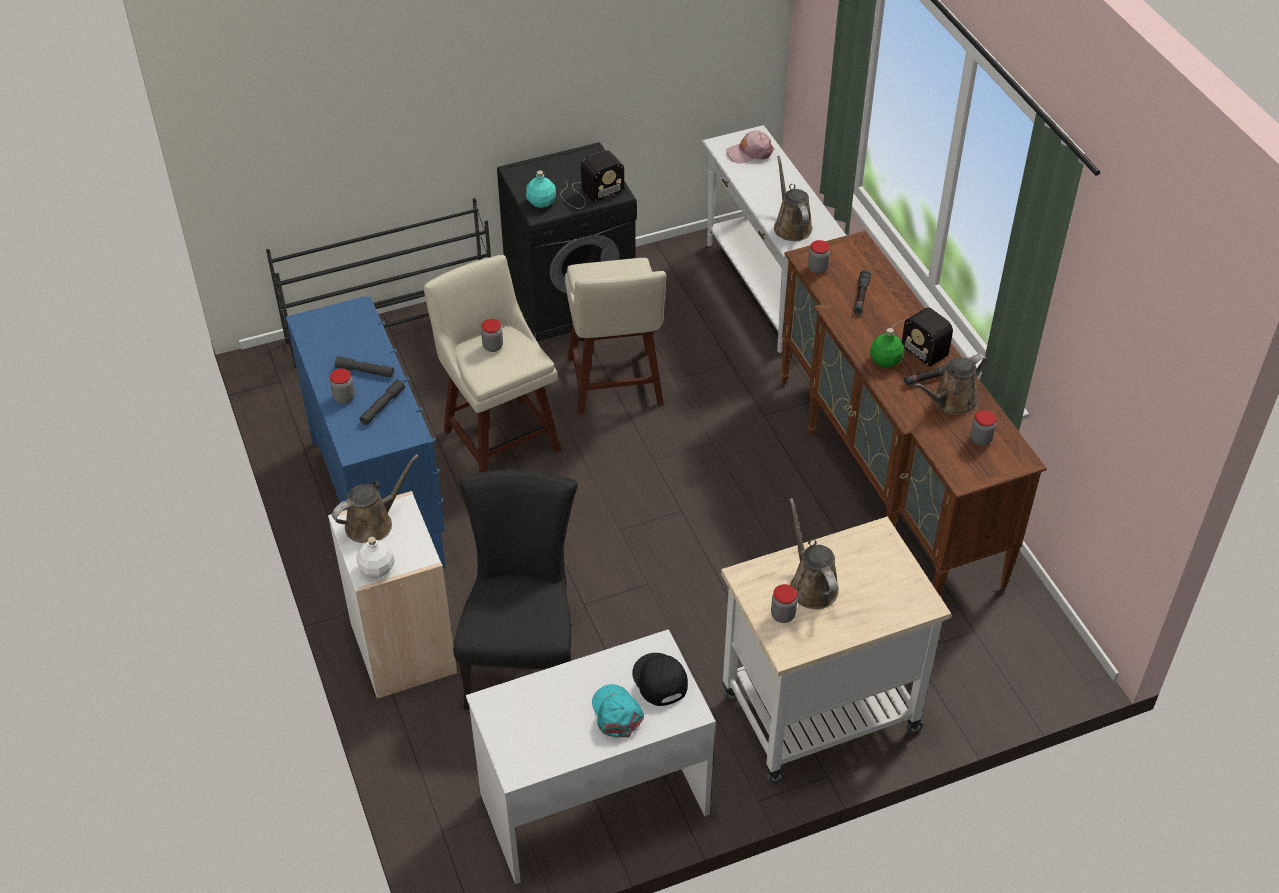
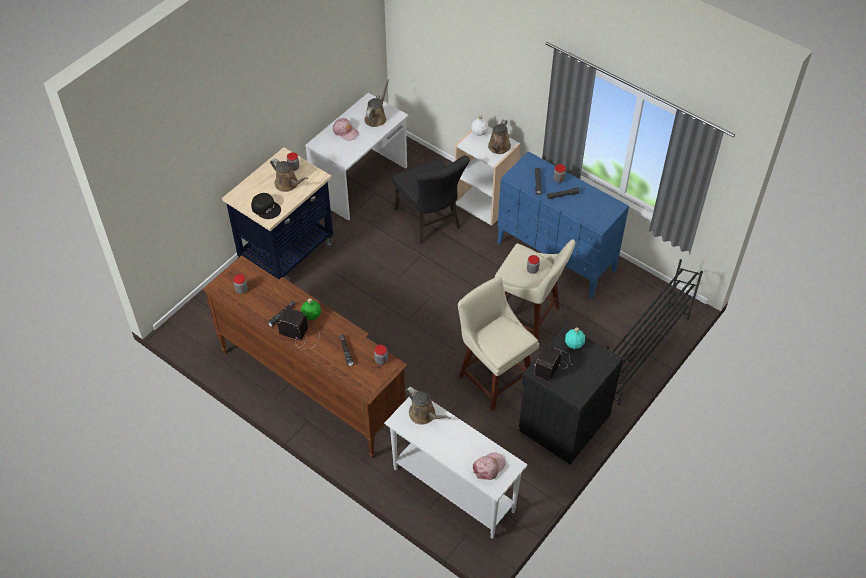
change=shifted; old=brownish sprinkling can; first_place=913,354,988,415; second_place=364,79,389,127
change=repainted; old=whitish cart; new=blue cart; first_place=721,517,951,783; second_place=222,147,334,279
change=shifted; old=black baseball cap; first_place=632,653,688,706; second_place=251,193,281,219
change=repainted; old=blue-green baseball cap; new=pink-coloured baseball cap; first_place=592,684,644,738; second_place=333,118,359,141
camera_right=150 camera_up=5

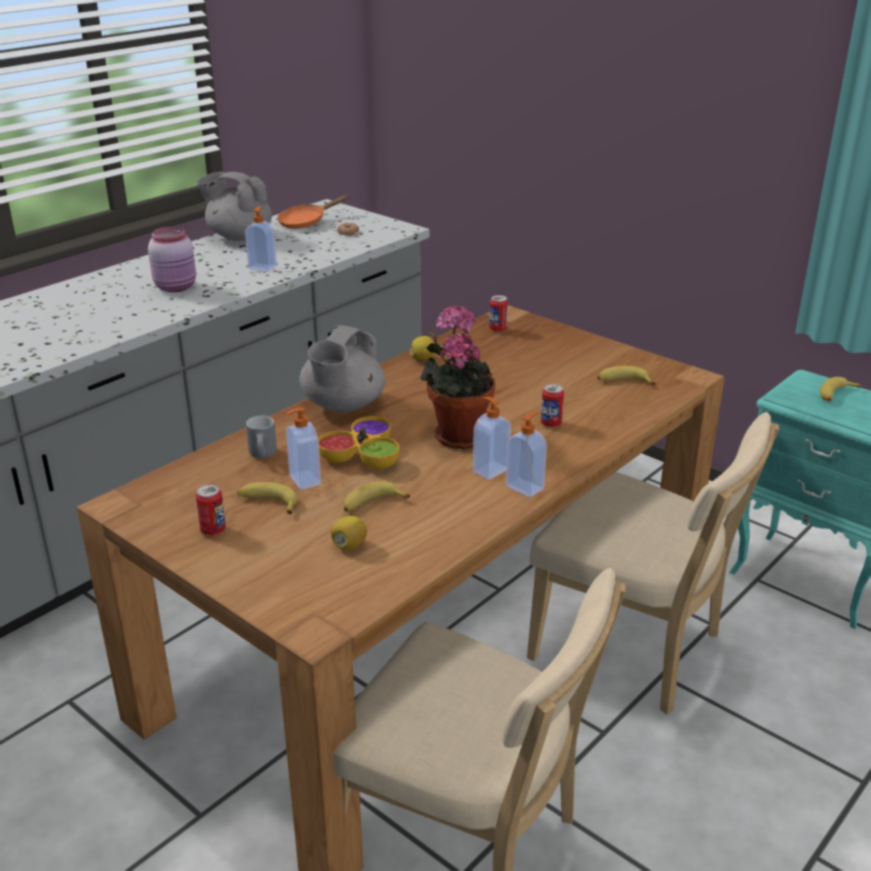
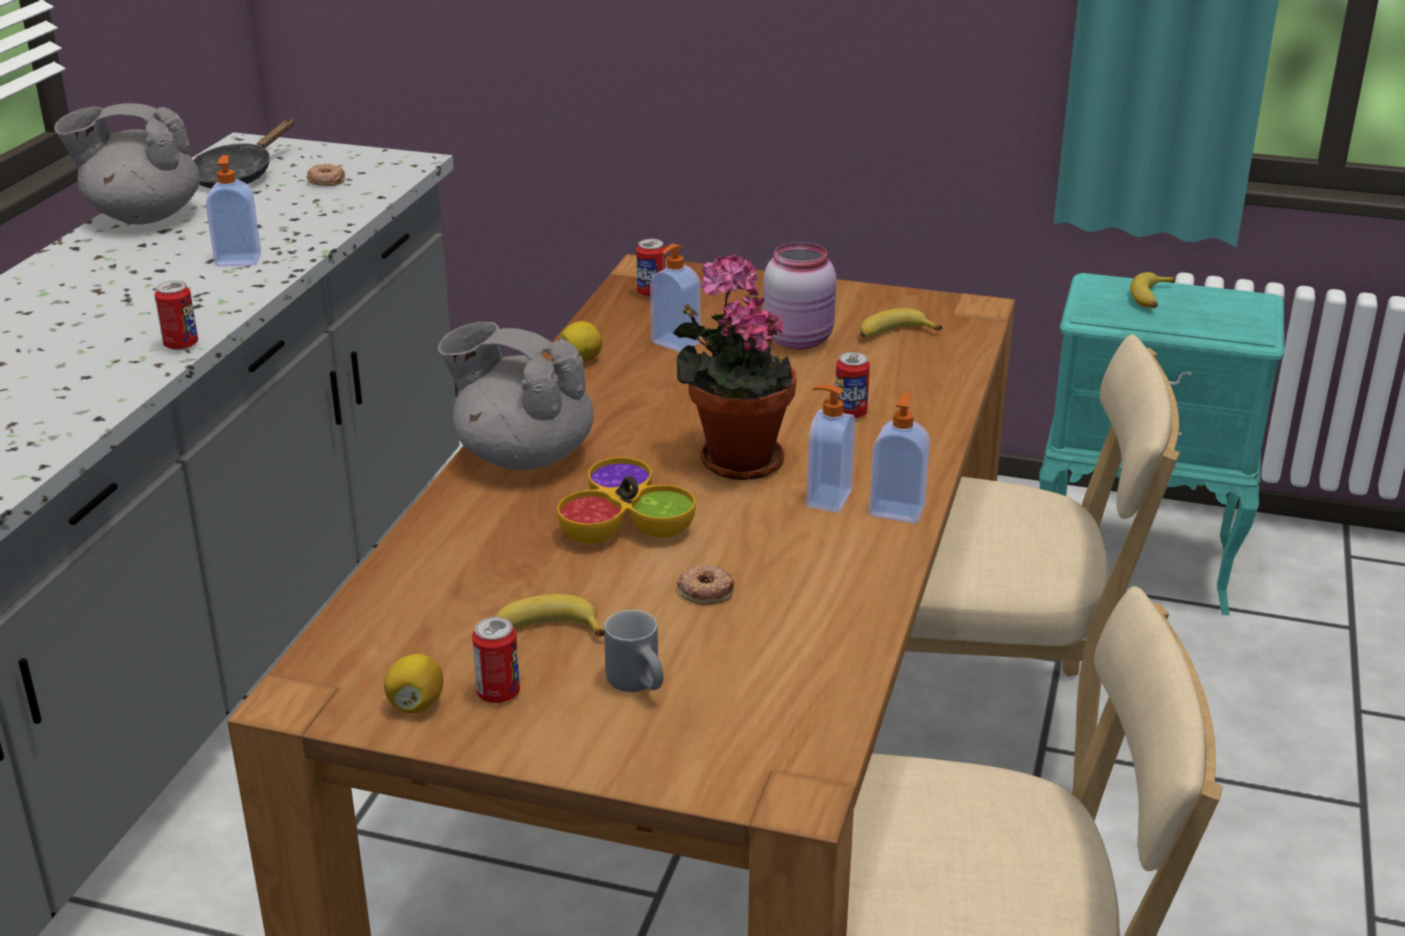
change=repainted; old=orange-coloured skillet; new=black skillet; first_place=277,195,350,229; second_place=193,119,295,189
change=shifted; old=pink-coloured storage jar; first_place=148,227,196,292; second_place=763,242,836,350
change=rotated; old=gray pot for tea; first_place=299,325,385,412; second_place=438,322,593,470; degrees=120
change=shifted; old=liquid soap bottle; first_place=286,407,321,490; second_place=650,244,701,352
change=shifted; old=gray mug; first_place=246,416,277,458; second_place=604,610,663,692
change=swapped; old=banana; new=donut; first_place=343,481,410,512; second_place=677,565,735,605
change=shifted; old=whole lemon; first_place=331,516,367,550; second_place=384,654,444,713
change=new; new=can; second_place=154,280,198,350
camera_right=-25 camera_up=0

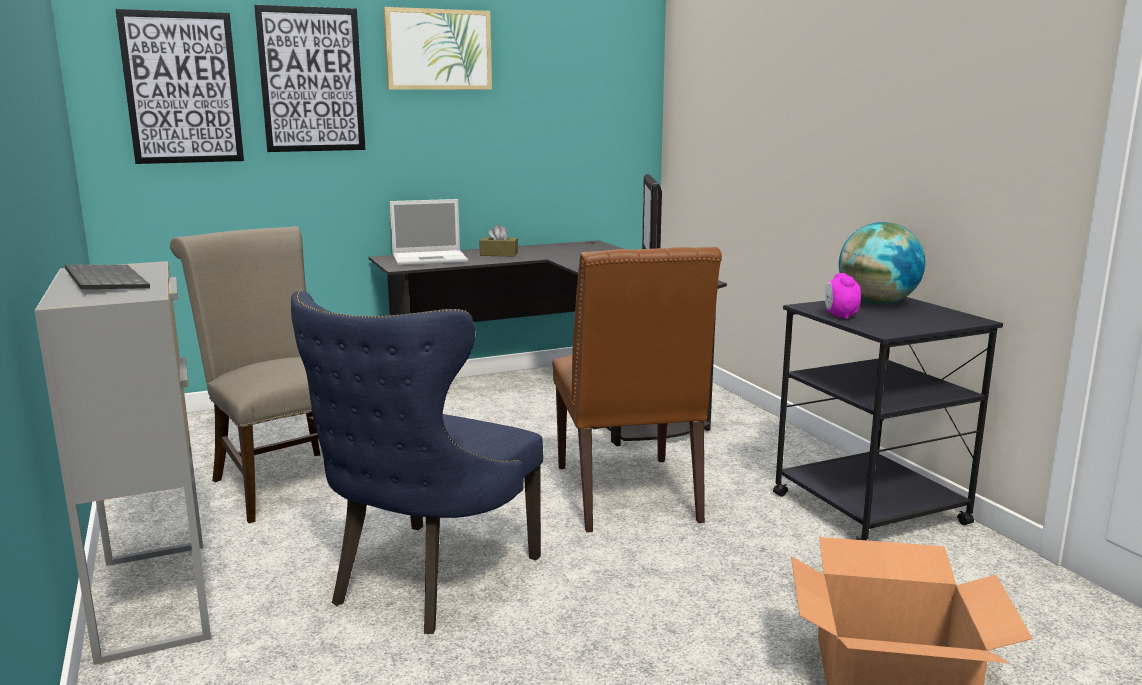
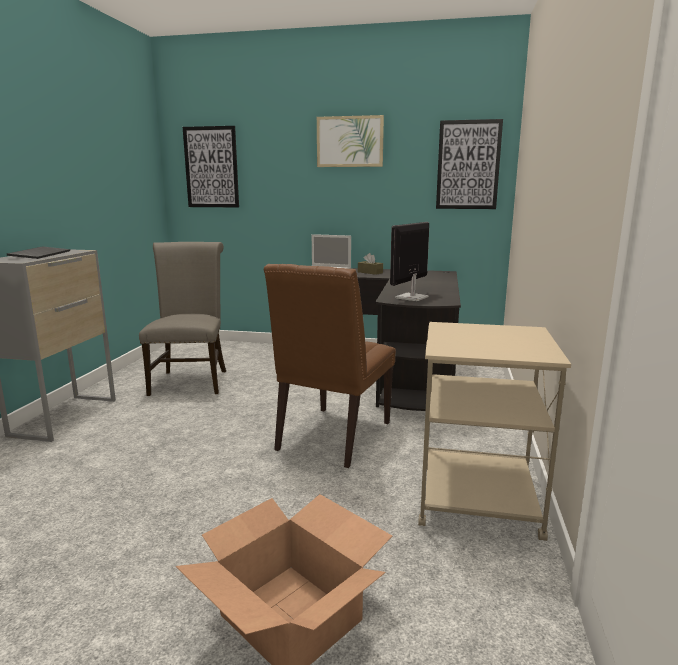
change=shifted; old=picture; first_place=254,5,366,152; second_place=436,119,503,209
change=gone; old=desk globe; first_place=839,222,926,304
change=gone; old=table clock; first_place=825,273,861,319
change=gone; old=blue upright chair; first_place=291,291,543,634
change=repainted; old=black cart; new=sand-coloured cart; first_place=773,297,1003,541; second_place=418,322,571,541
camera_right=35 camera_up=0

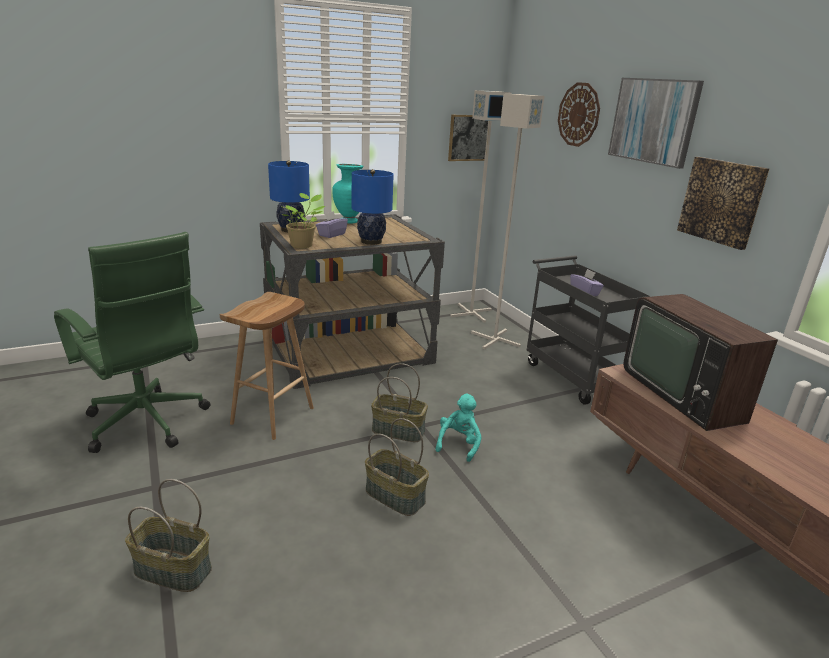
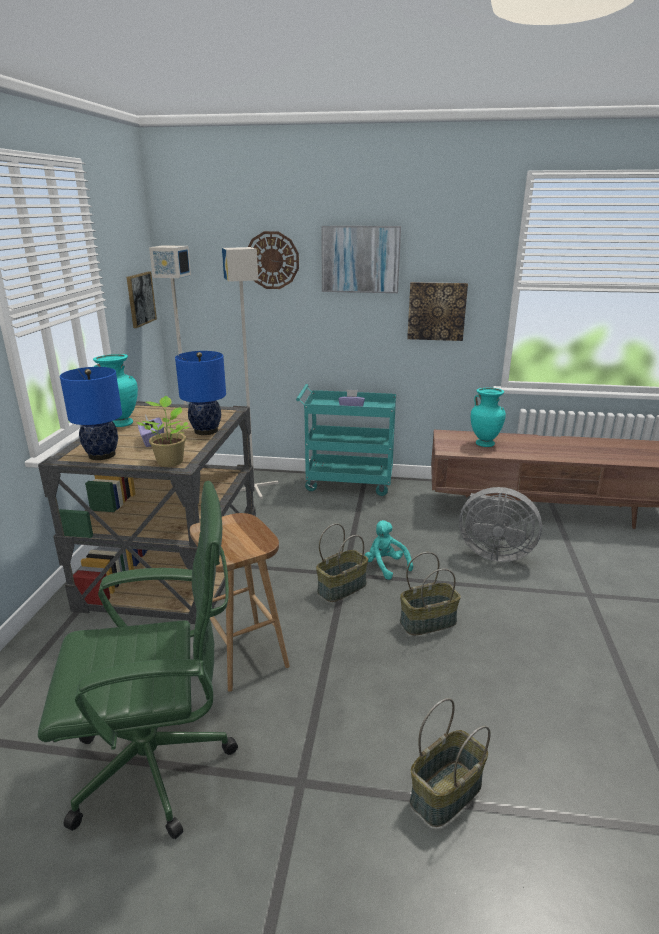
change=repainted; old=gray cart; new=blue-green cart; first_place=527,255,650,405; second_place=296,384,396,496
change=swapped; old=television; new=blue-green vase; first_place=623,294,778,431; second_place=471,388,506,447
change=new; new=gray electric fan; second_place=459,487,542,562
camera_right=-55 camera_up=0

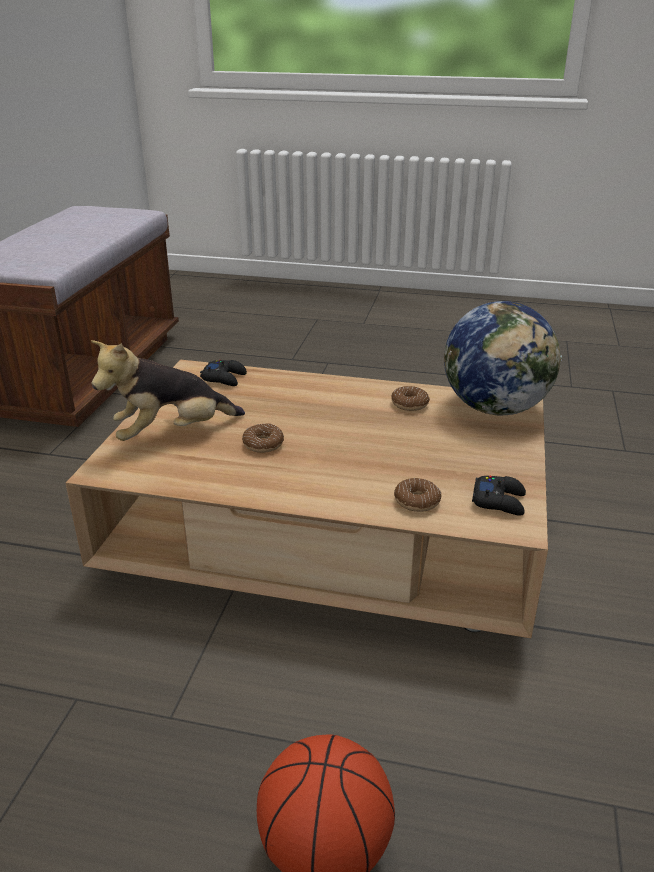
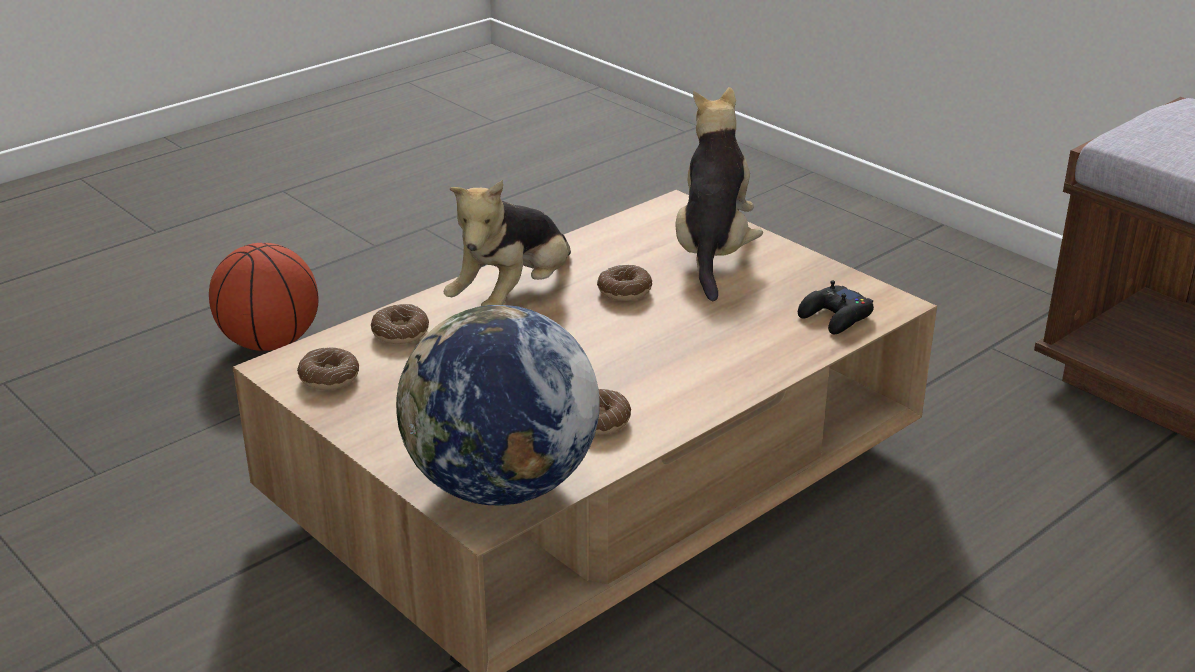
change=swapped; old=black game controller; new=donut; first_place=472,476,526,516; second_place=297,347,359,390
change=new; new=soft toy; second_place=444,180,571,306
camera_right=125 camera_up=0

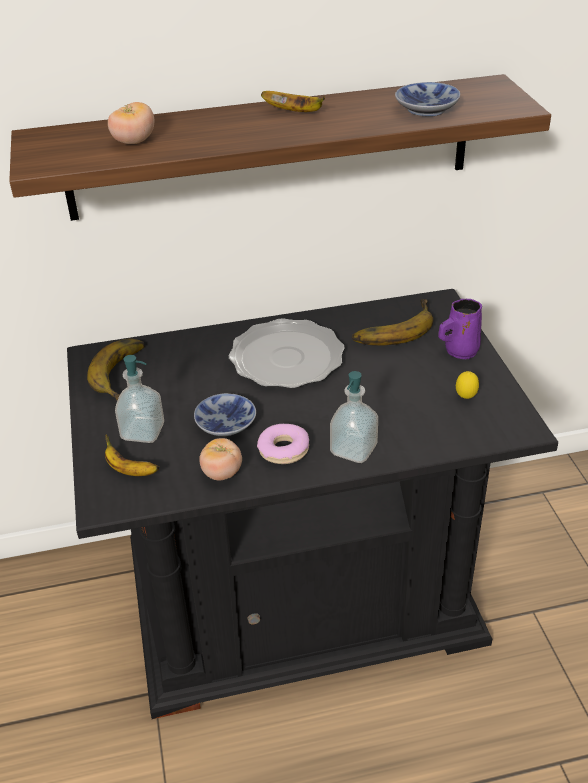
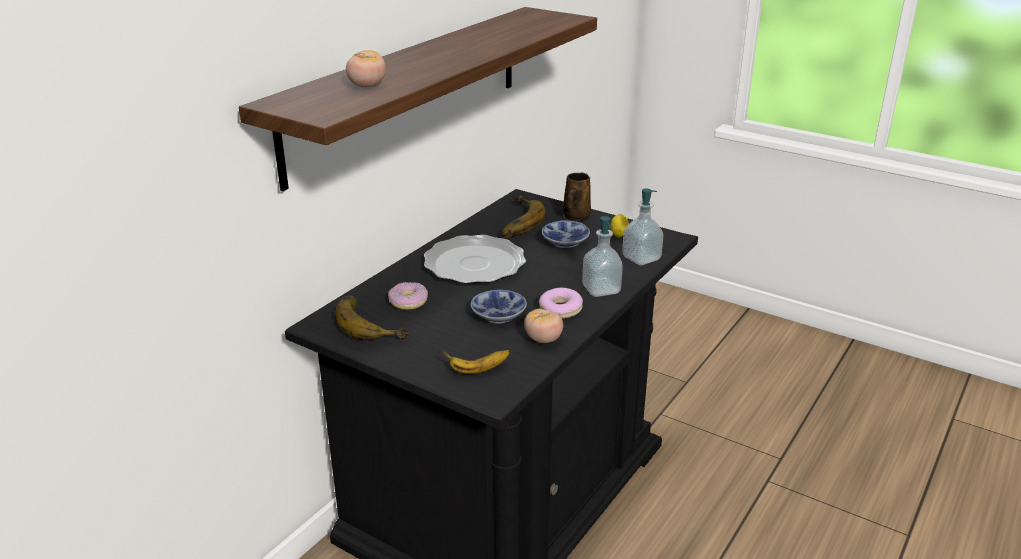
change=shifted; old=bowl; first_place=395,82,460,117; second_place=542,220,590,248
change=gone; old=banana; first_place=261,91,325,112
change=repainted; old=purple mug; new=brownish mug; first_place=438,299,482,359; second_place=563,173,591,221
change=shifted; old=liquid soap bottle; first_place=115,355,164,443; second_place=622,189,663,265
change=new; new=donut; second_place=388,282,428,310
camera_right=-45 camera_up=-10

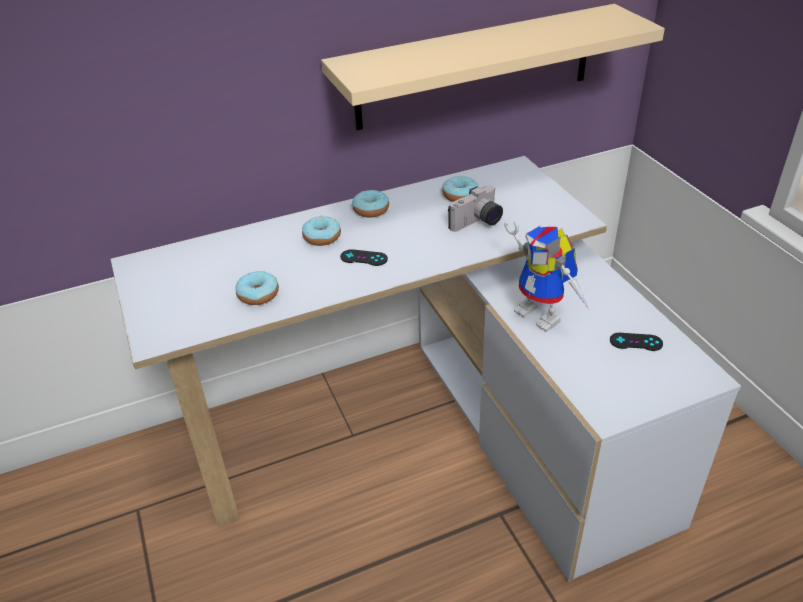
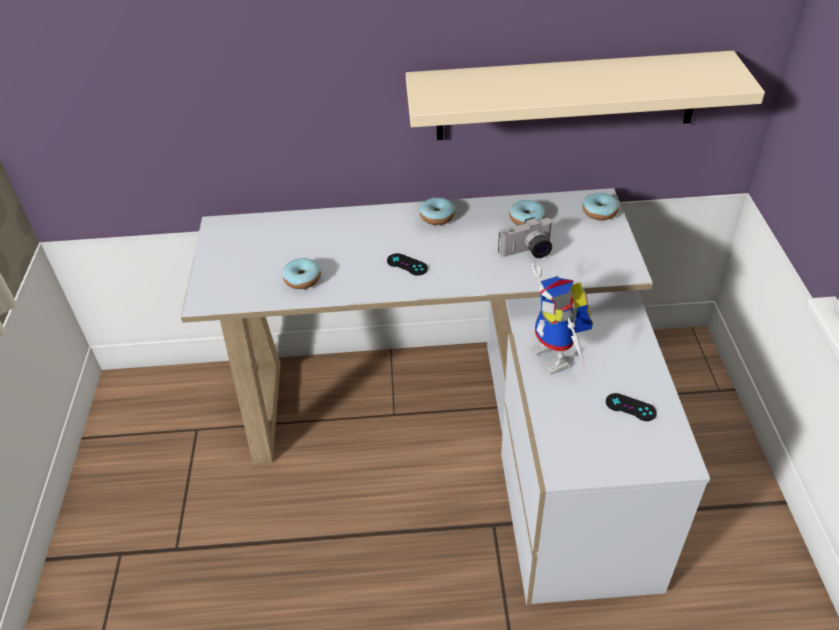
change=shifted; old=donut; first_place=302,216,341,246; second_place=583,192,619,220
camera_right=20 camera_up=5

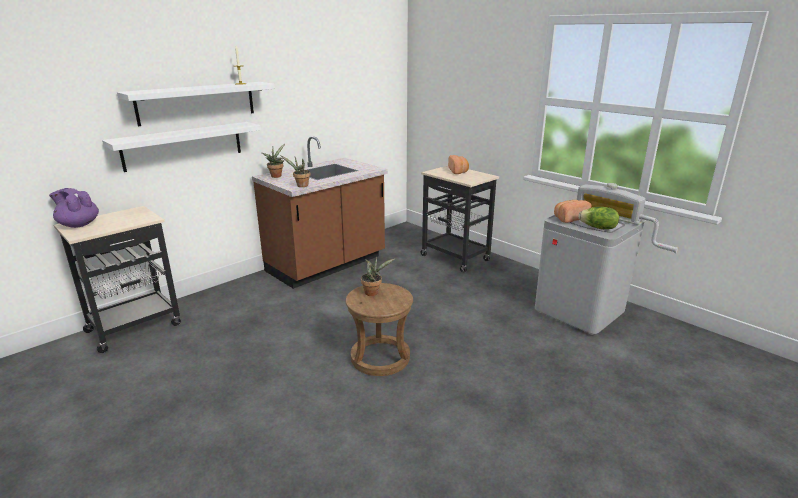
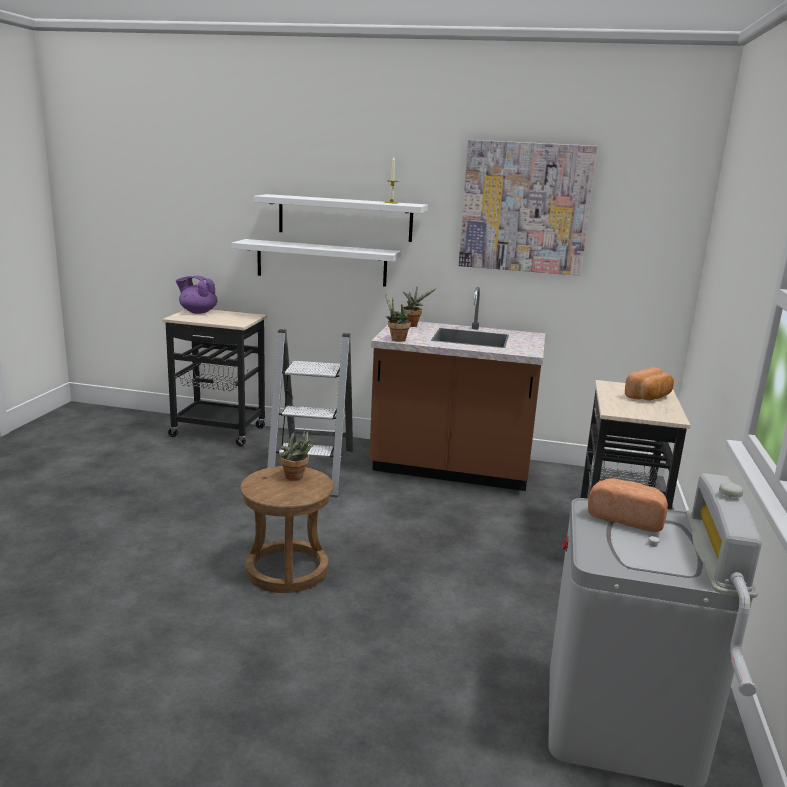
change=rotated; old=purple pot for tea; first_place=49,188,99,228; second_place=176,276,217,314; degrees=-60
change=gone; old=lettuce head; first_place=578,207,619,229
change=new; new=picture; second_place=459,140,598,276
change=new; new=gray stepladder; second_place=267,329,353,497
camera_right=55 camera_up=-5

